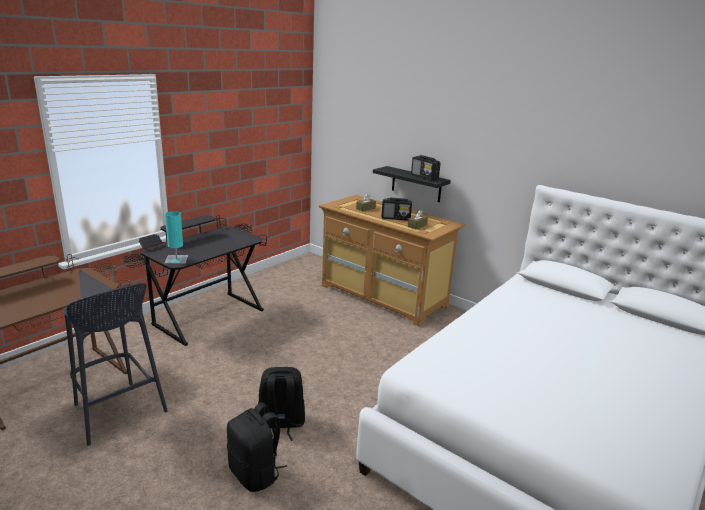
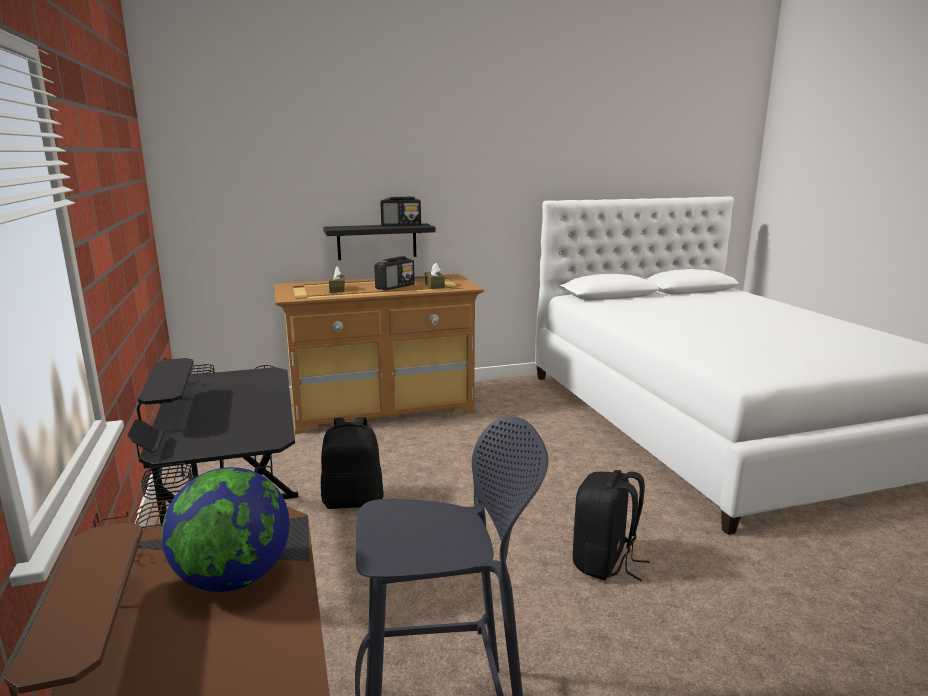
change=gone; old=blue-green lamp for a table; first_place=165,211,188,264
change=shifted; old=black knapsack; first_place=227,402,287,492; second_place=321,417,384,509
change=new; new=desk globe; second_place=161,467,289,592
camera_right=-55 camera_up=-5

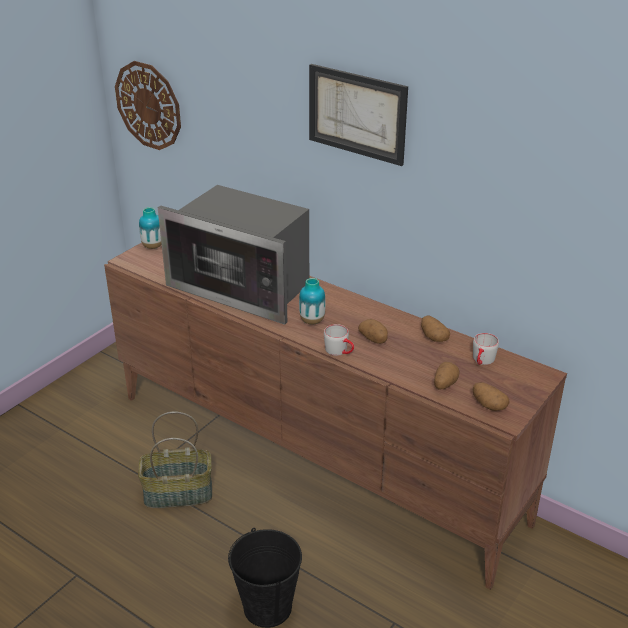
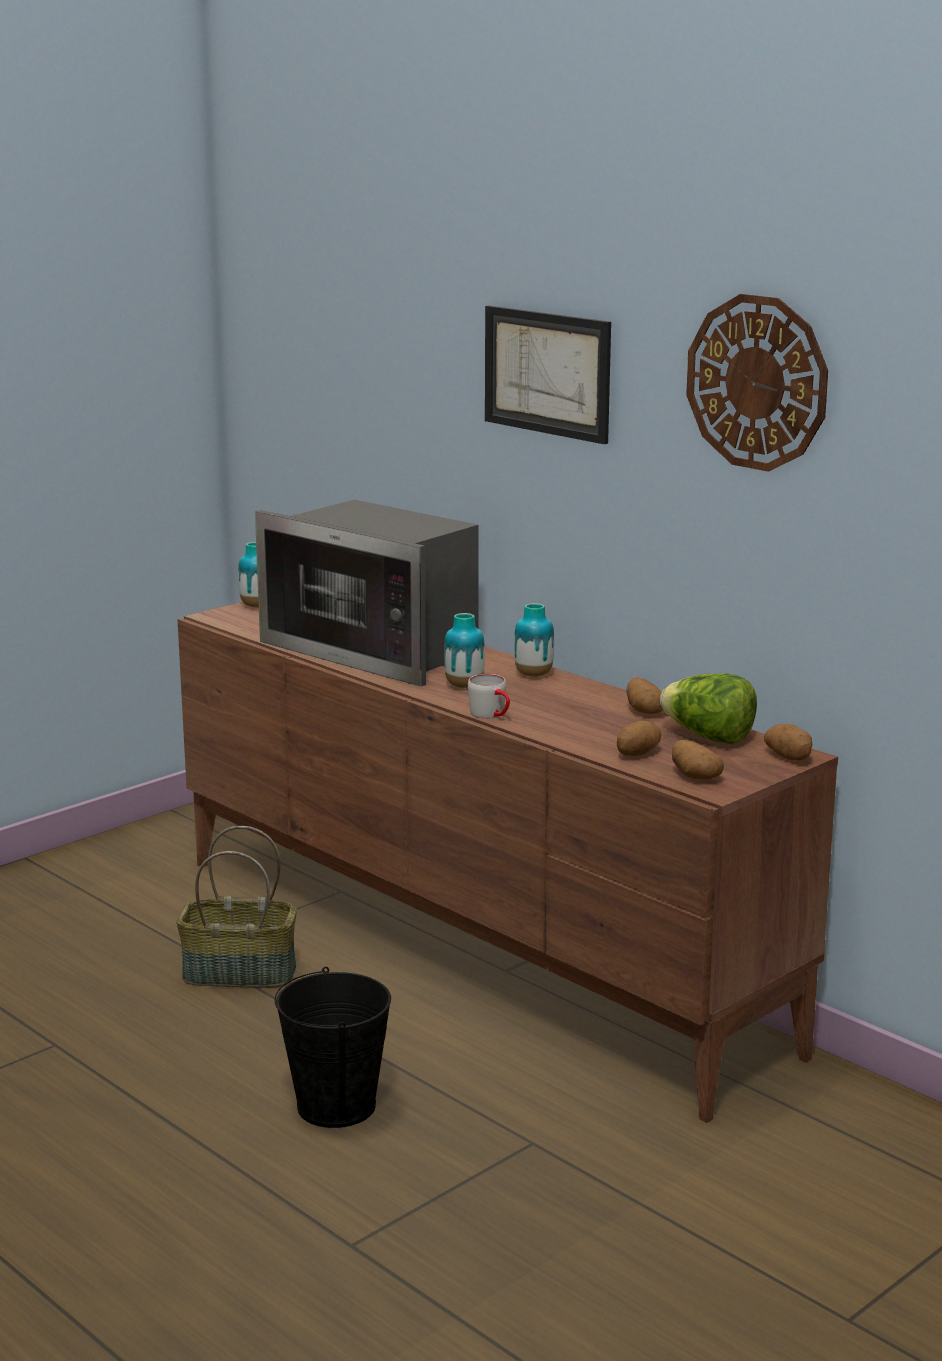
change=shifted; old=hanging clock; first_place=115,61,181,150; second_place=686,294,828,472
change=shifted; old=potato; first_place=358,319,388,344; second_place=764,724,812,761
change=swapped; old=gray mug; new=lettuce head; first_place=473,333,499,365; second_place=660,674,757,745
change=new; new=vase; second_place=514,603,554,677
camera_right=10 camera_up=-15

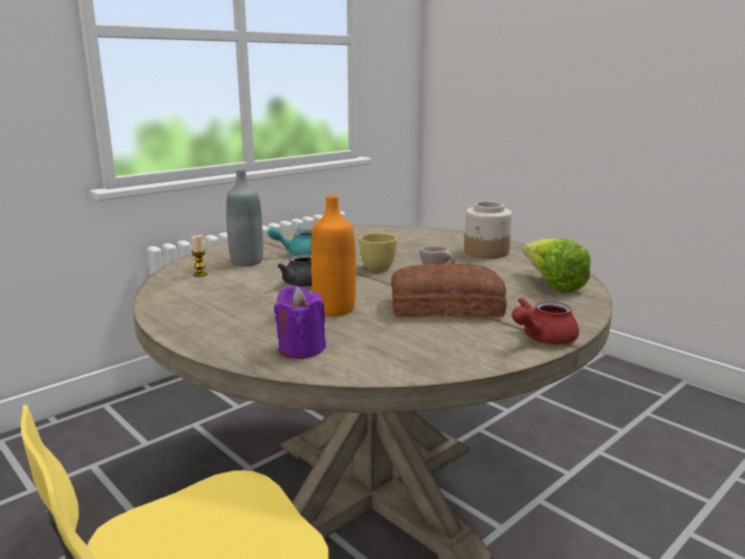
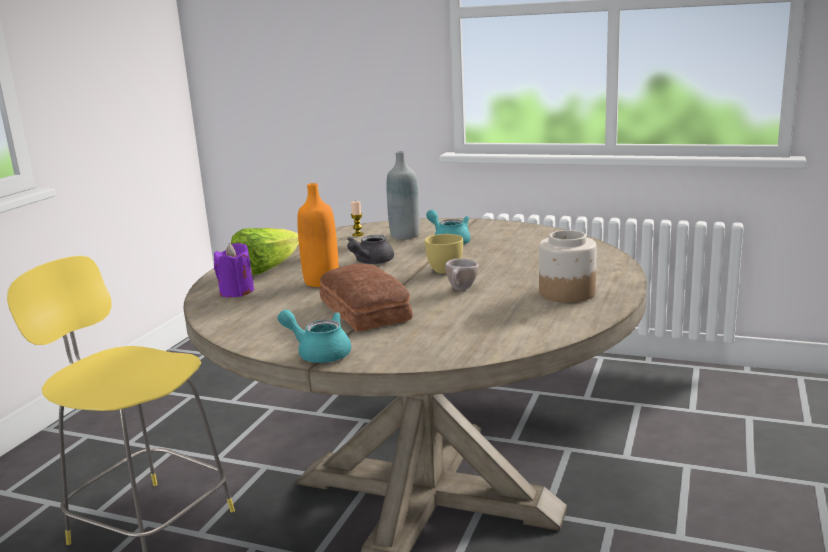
change=shifted; old=lettuce head; first_place=523,238,591,293; second_place=231,228,299,275
change=repainted; old=reddish pot for tea; new=blue-green pot for tea; first_place=512,298,579,344; second_place=277,309,351,363
camera_right=65 camera_up=0

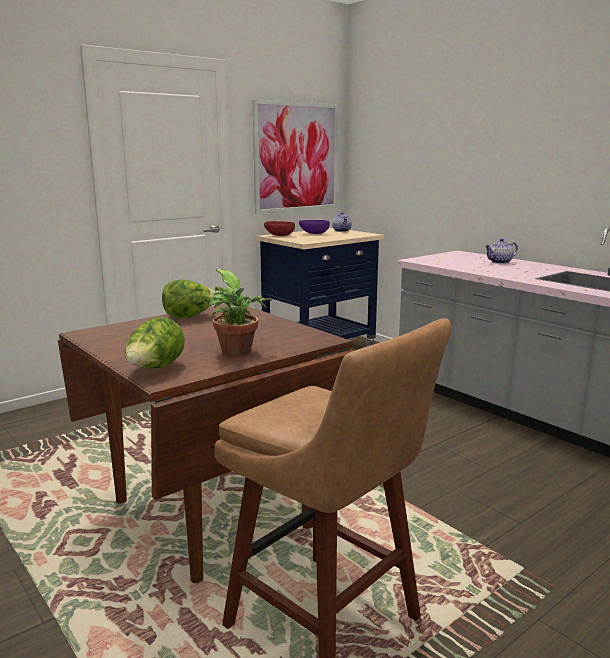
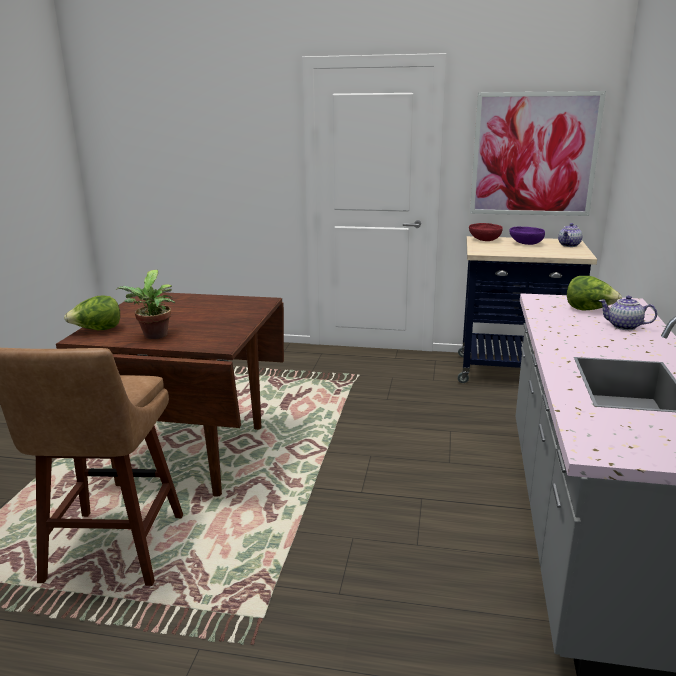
change=shifted; old=lettuce head; first_place=162,279,215,319; second_place=567,276,622,310
camera_right=50 camera_up=5

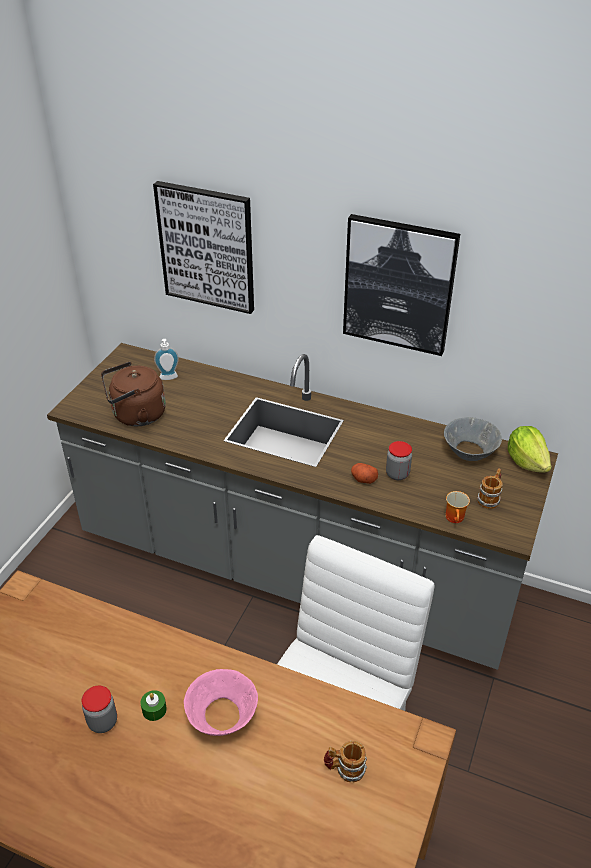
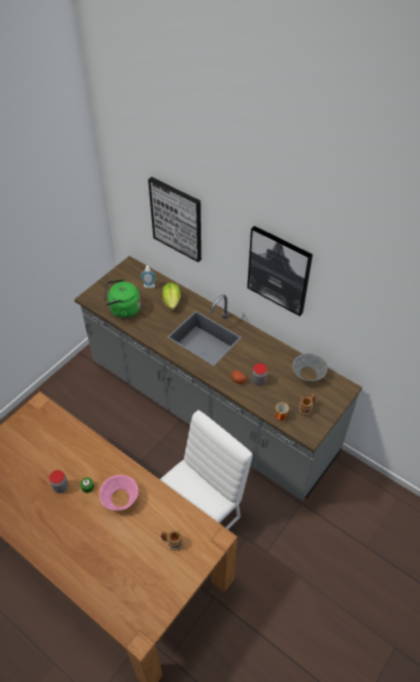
change=repainted; old=brownish kettle; new=greenish kettle; first_place=101,362,166,426; second_place=104,279,141,318
change=shifted; old=lettuce head; first_place=508,426,552,473; second_place=162,282,181,310
camera_right=15 camera_up=10

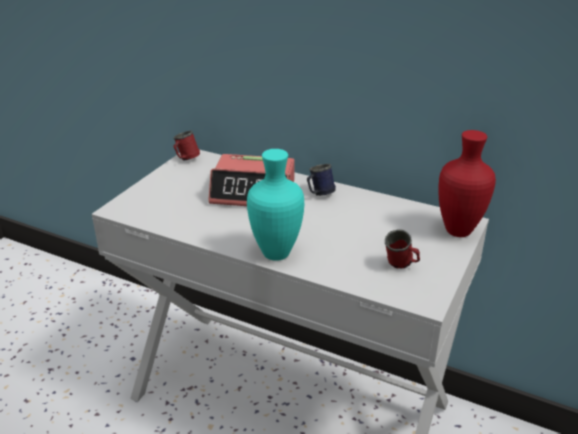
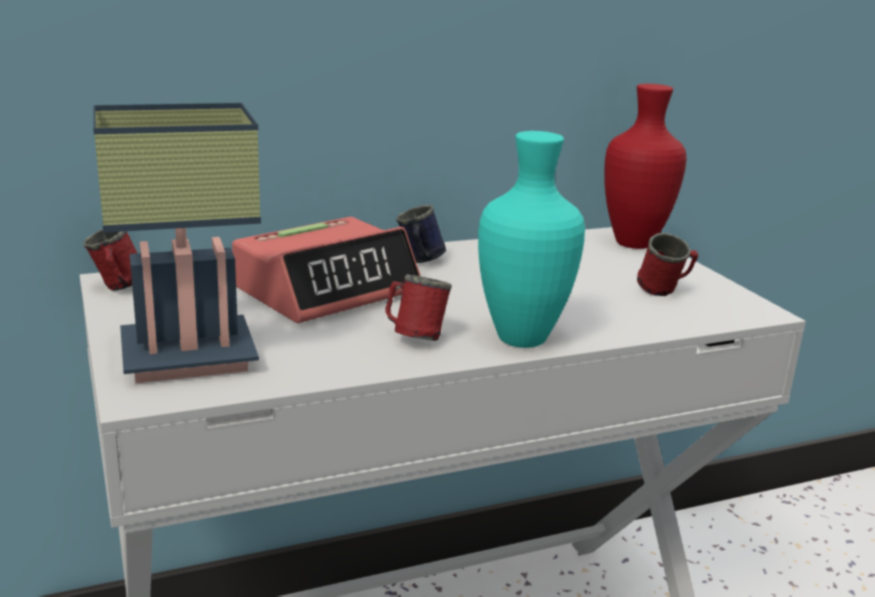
change=new; new=lamp for a table; second_place=93,103,261,383
change=new; new=reddish mug; second_place=385,274,452,341
camera_right=-50 camera_up=-10

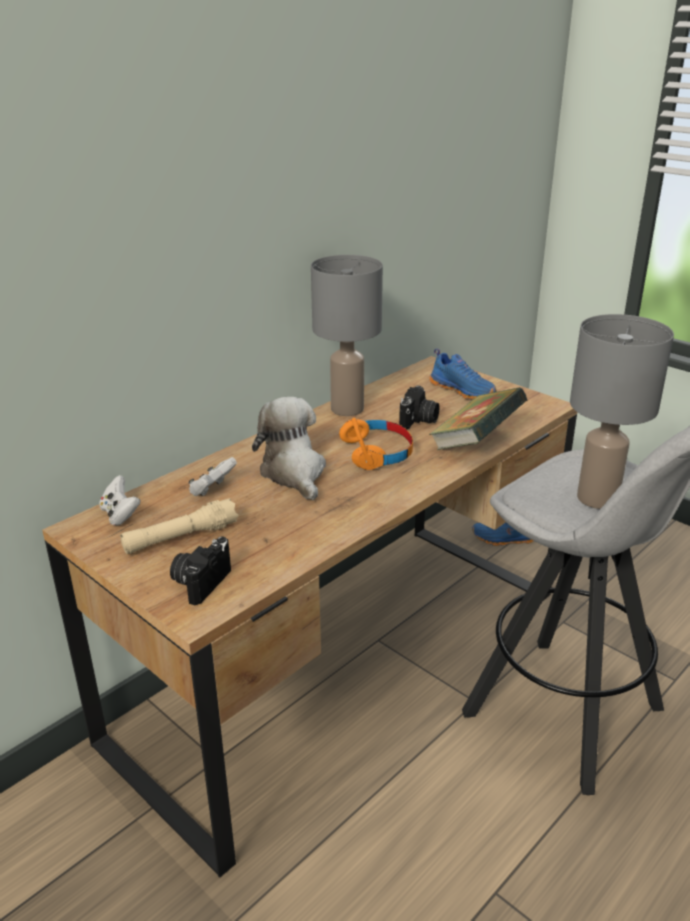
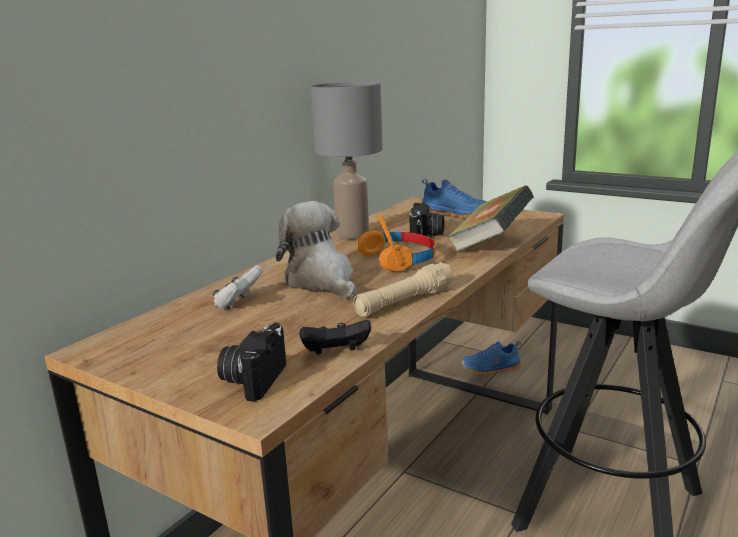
change=gone; old=gray lamp for a table; first_place=570,314,674,509
change=gone; old=whitish game controller; first_place=99,475,141,526
change=shifted; old=sand-coloured torch; first_place=120,498,238,554; second_place=353,262,454,317
change=new; new=black game controller; second_place=299,320,371,355
camera_right=-10 camera_up=-10

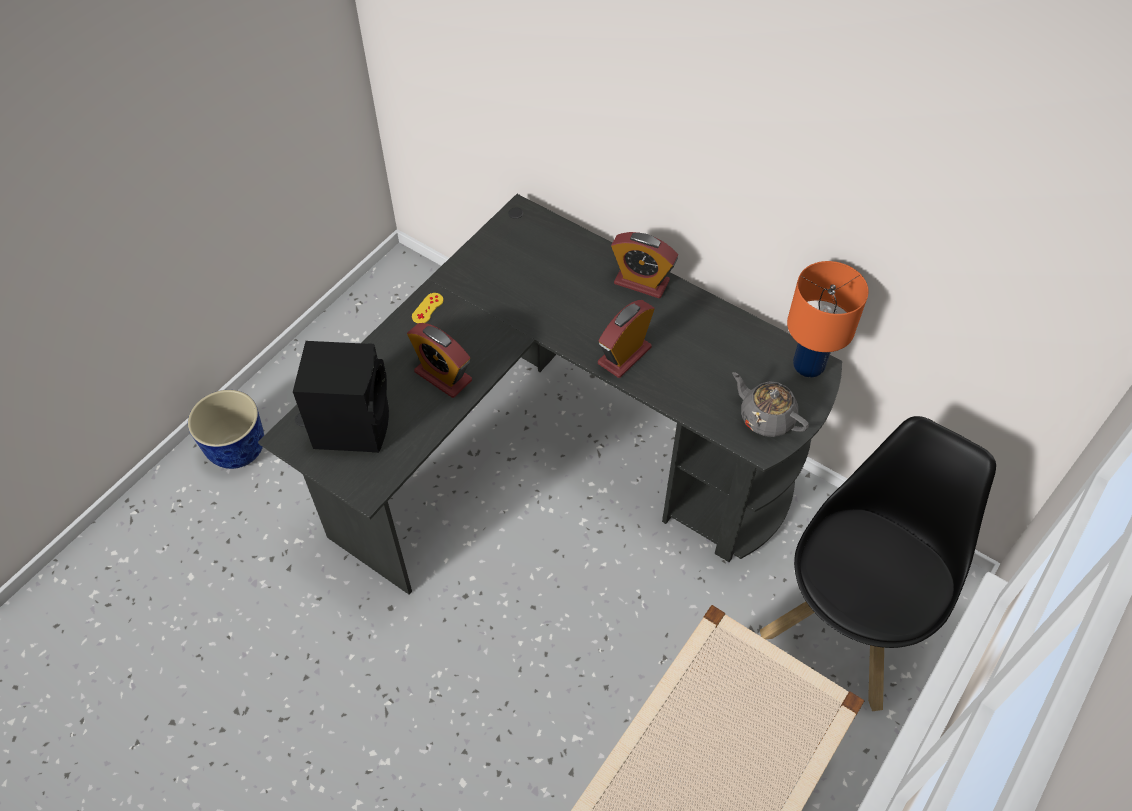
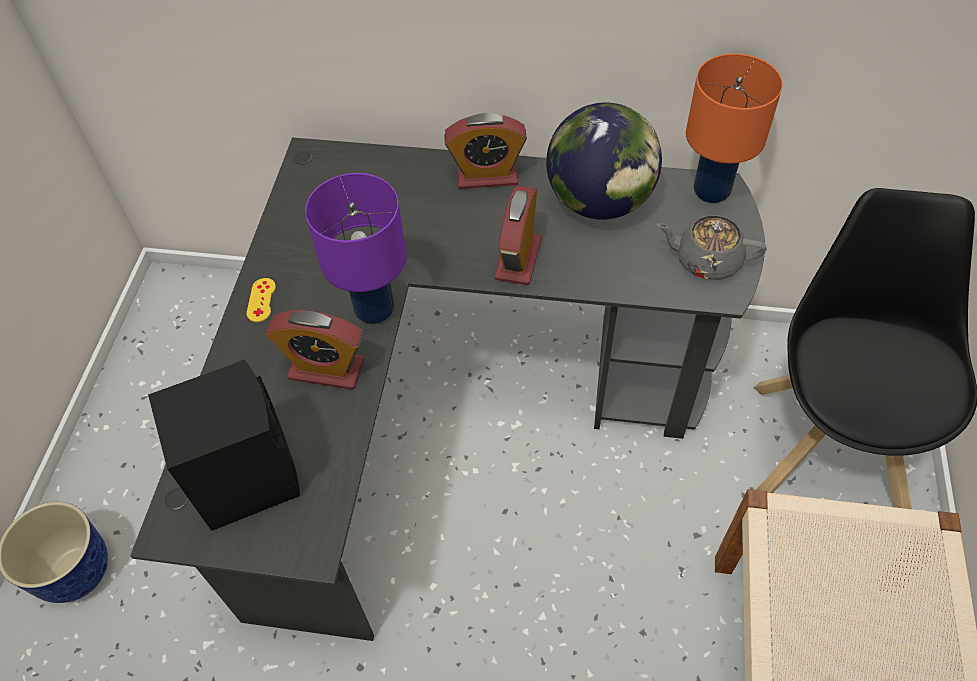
change=new; new=desk globe; second_place=546,103,662,220
change=new; new=purple lamp for a table; second_place=305,173,406,324
camera_right=-25 camera_up=0

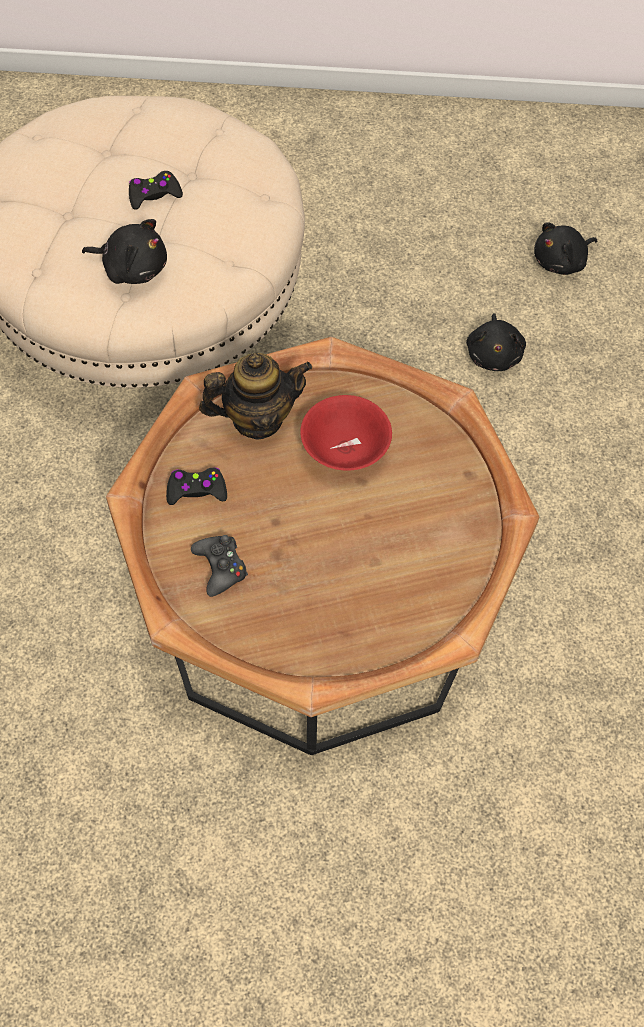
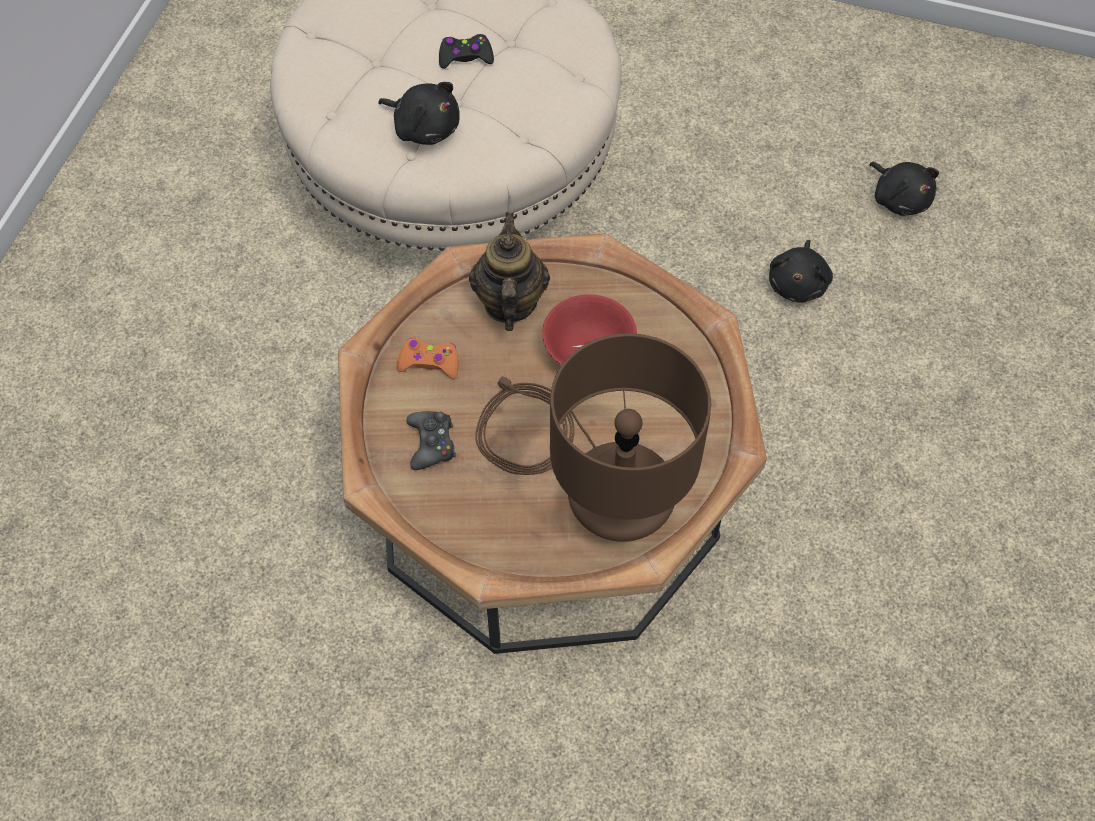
change=rotated; old=black soft toy; first_place=534,222,598,275; second_place=869,161,939,216; degrees=-105
change=rotated; old=pot for tea; first_place=199,353,312,439; second_place=469,212,550,331; degrees=-90
change=repainted; old=black game controller; new=orange-coloured game controller; first_place=166,467,227,505; second_place=397,338,458,379
change=new; new=brownish lamp for a table; second_place=475,333,711,542
camera_right=15 camera_up=0

